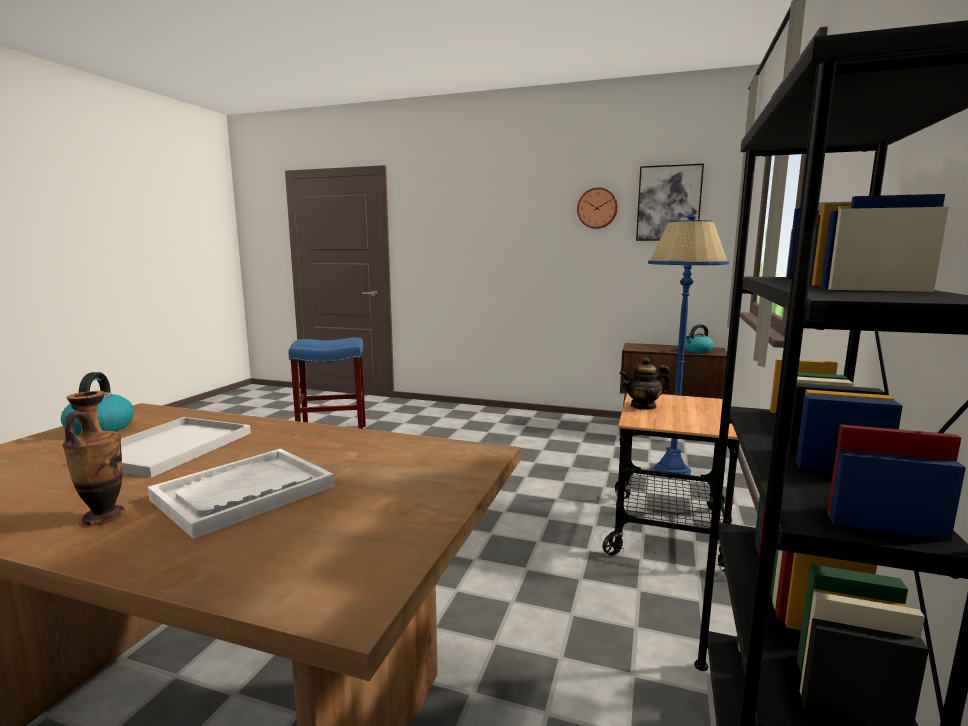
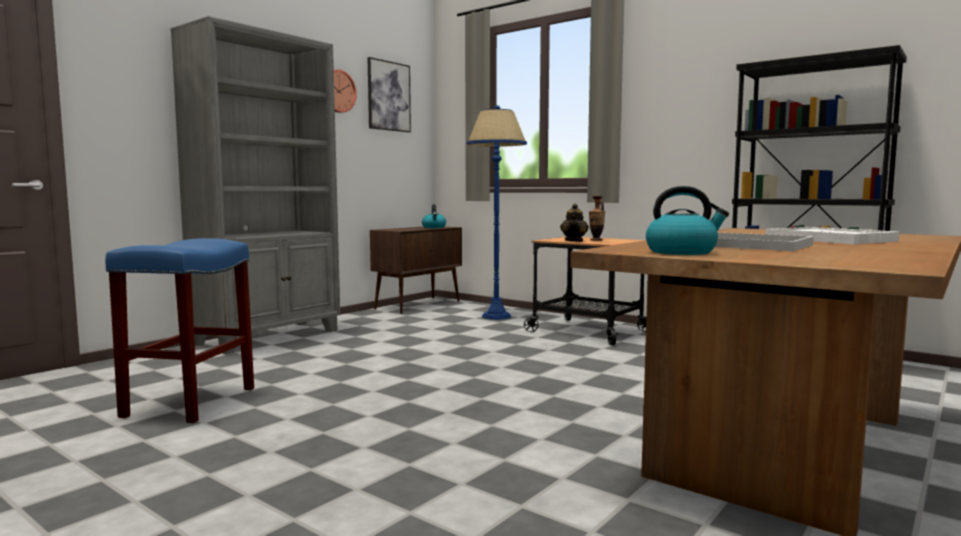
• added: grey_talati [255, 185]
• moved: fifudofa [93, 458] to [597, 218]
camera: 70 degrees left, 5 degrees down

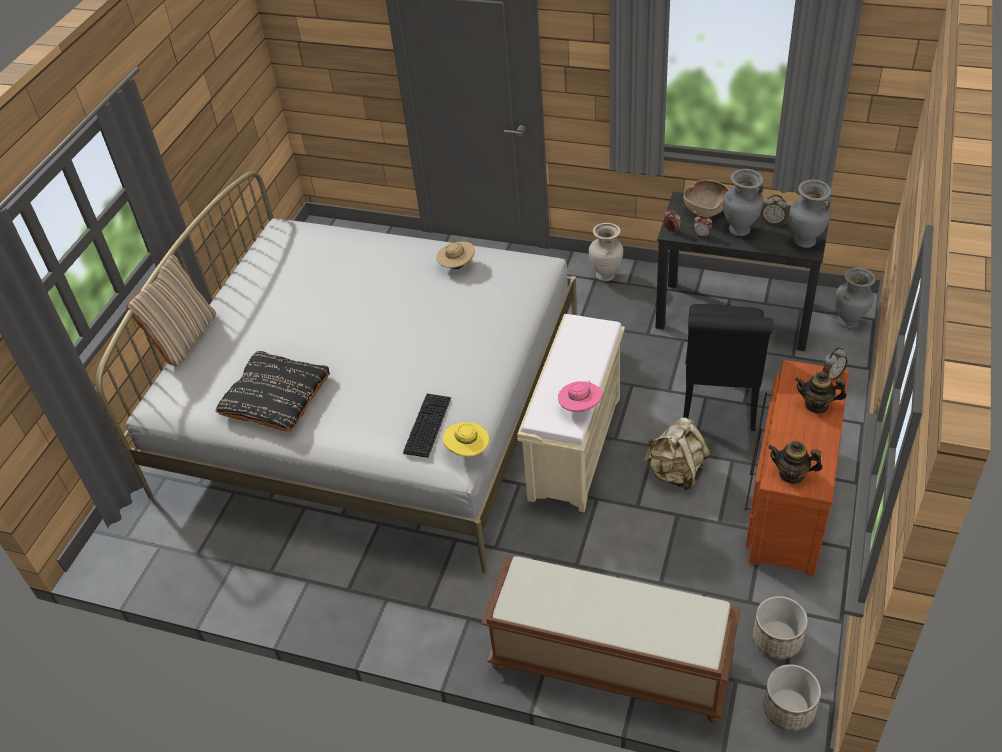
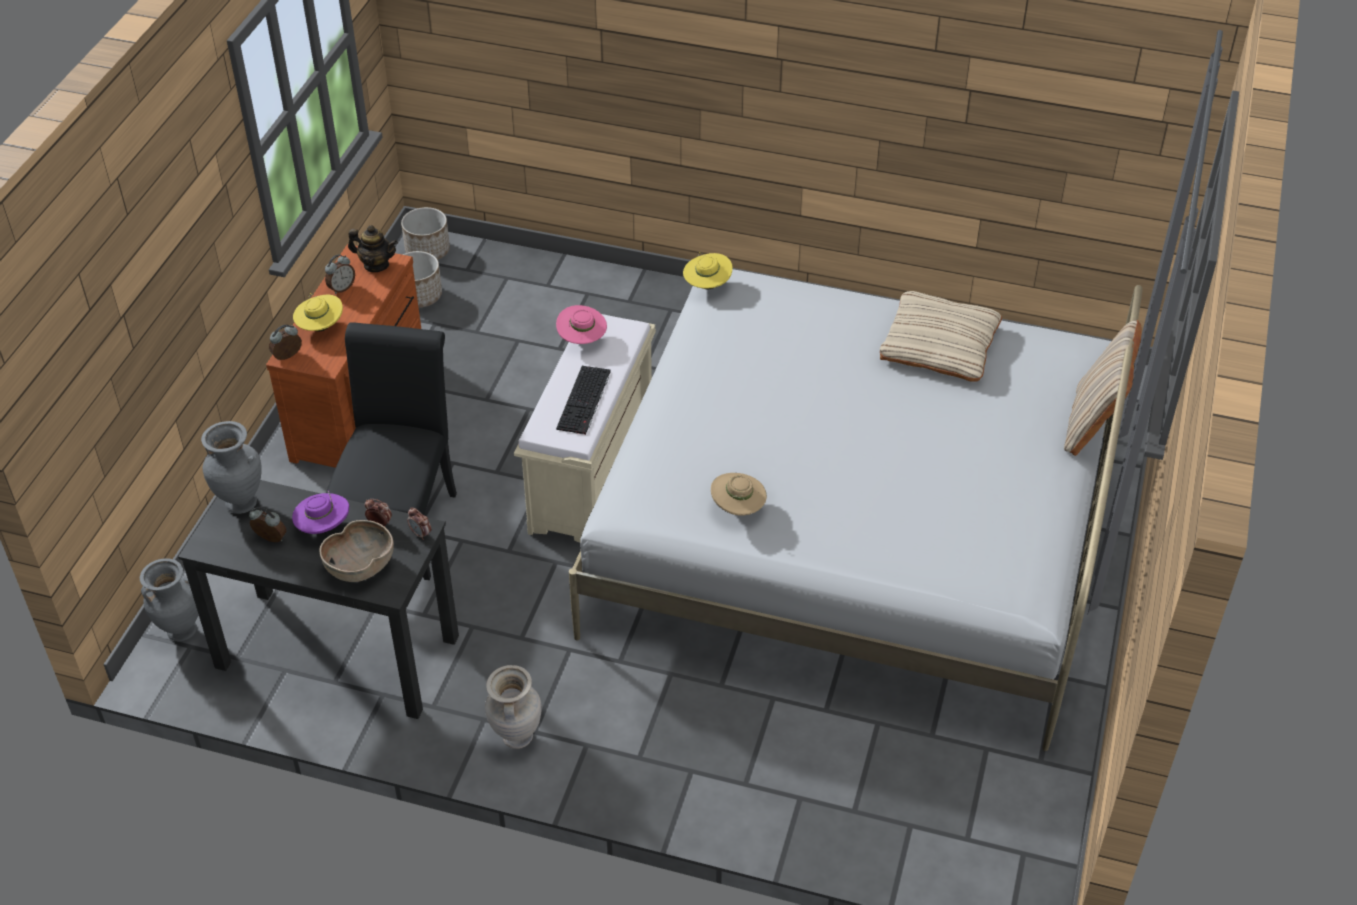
• removed: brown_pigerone [611, 639]
• removed: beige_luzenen [677, 454]
• added: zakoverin [340, 274]
• moved: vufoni [427, 426] to [583, 400]
• replaced: grey_fifudofa [743, 202] to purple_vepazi [320, 512]
• replaced: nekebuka [821, 392] to yellow_vepazi [318, 312]
• recoloured: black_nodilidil [273, 391] to beige_nodilidil [941, 336]
camera: 175 degrees right, 0 degrees up

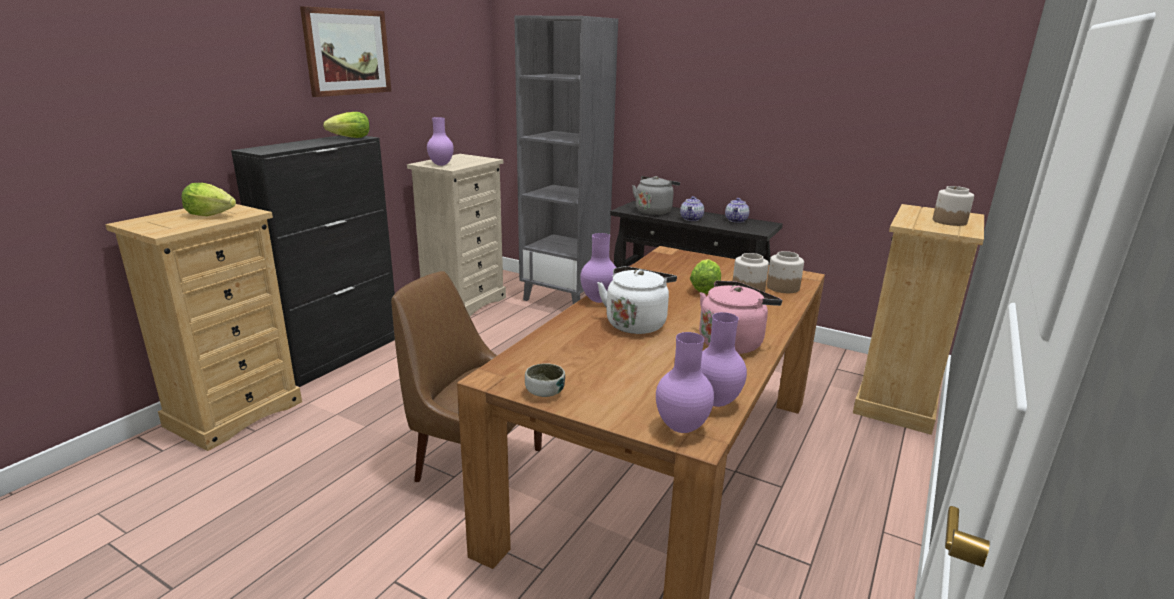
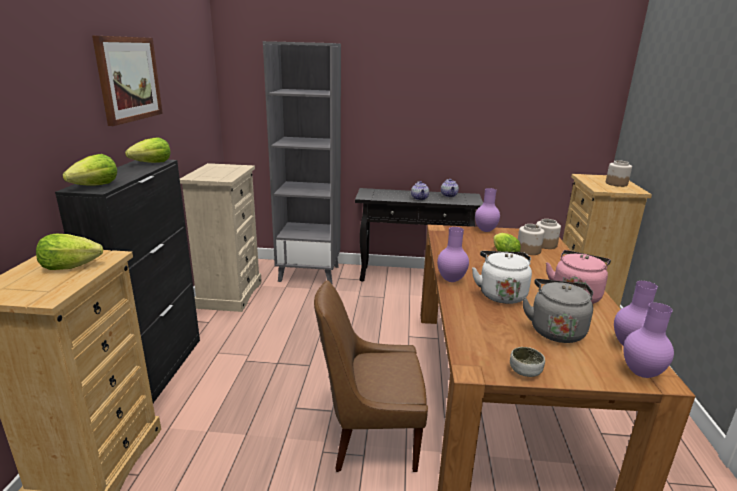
• added: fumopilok [90, 170]
• moved: purple_fifudofa [440, 141] to [487, 210]
• moved: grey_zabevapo [656, 195] to [557, 311]
camera: 25 degrees left, 0 degrees up

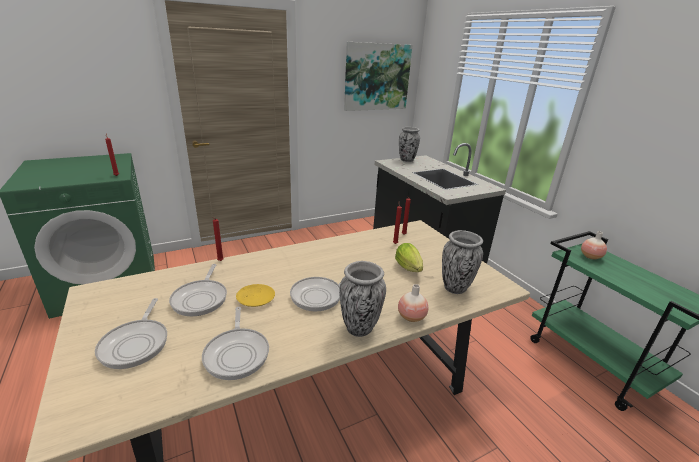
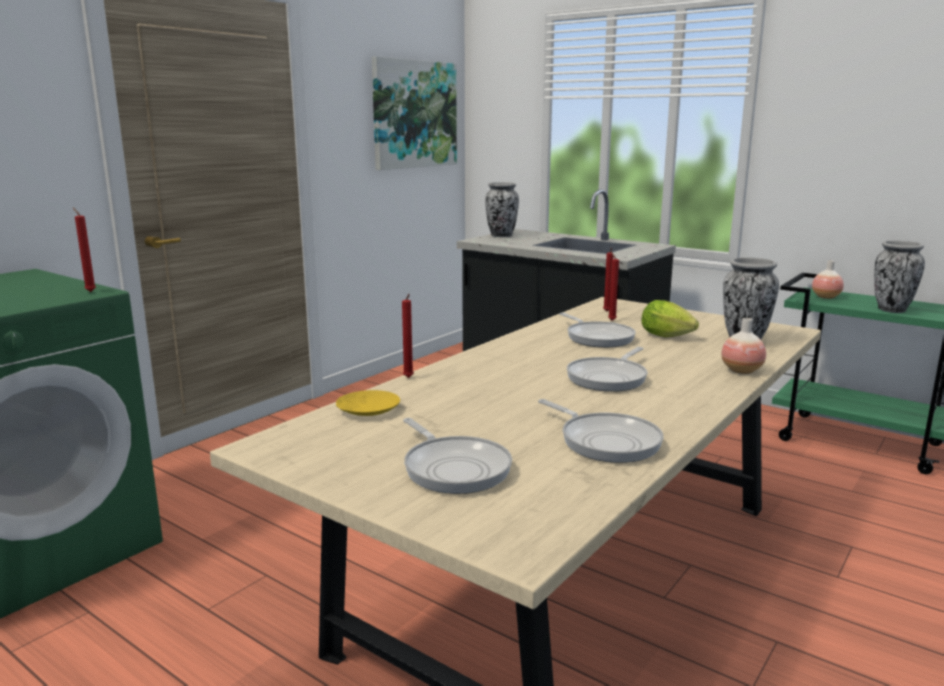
• moved: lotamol [198, 290] to [597, 330]
• moved: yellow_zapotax [255, 295] to [368, 403]
• moved: fifudofa [362, 299] to [899, 277]
camera: 25 degrees left, 10 degrees down

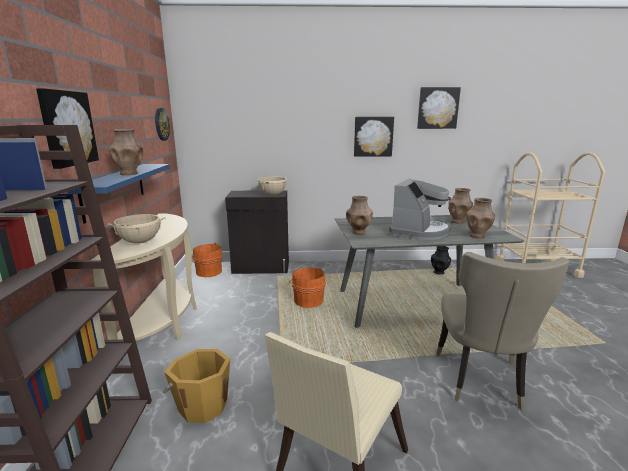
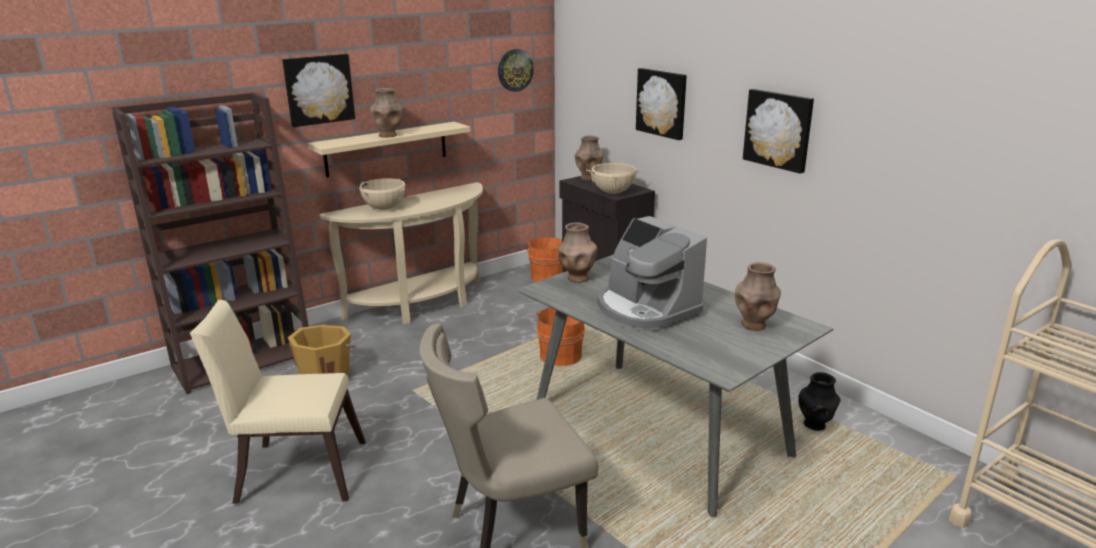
• moved: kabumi [439, 108] to [661, 104]
• moved: brown_fifudofa [480, 218] to [589, 158]
• recoloured: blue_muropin [119, 194] to beige_muropin [389, 149]
• turned: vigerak [420, 209] = [652, 274] 60 degrees clockwise
camera: 55 degrees right, 5 degrees up

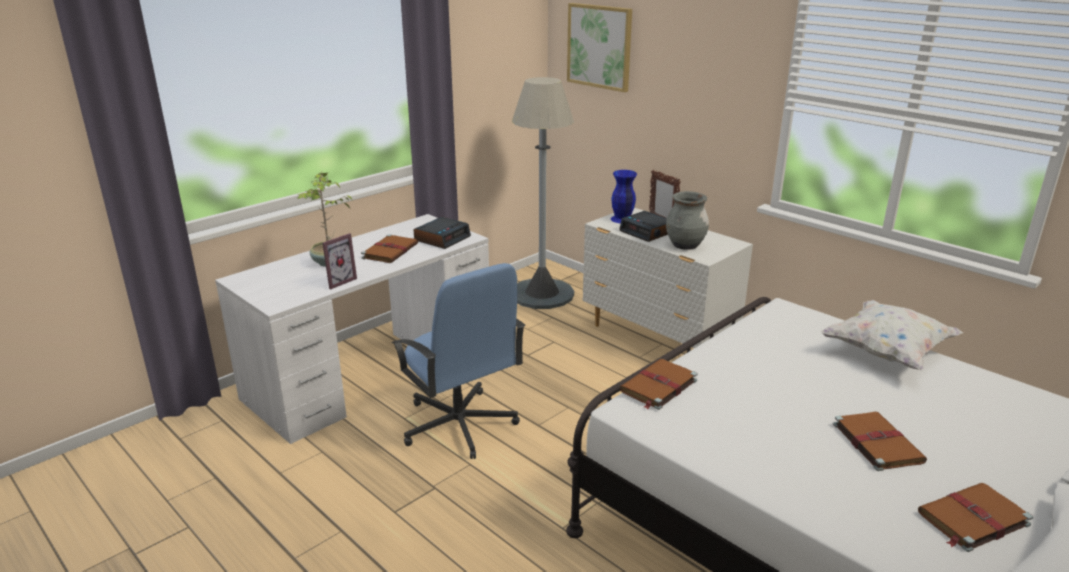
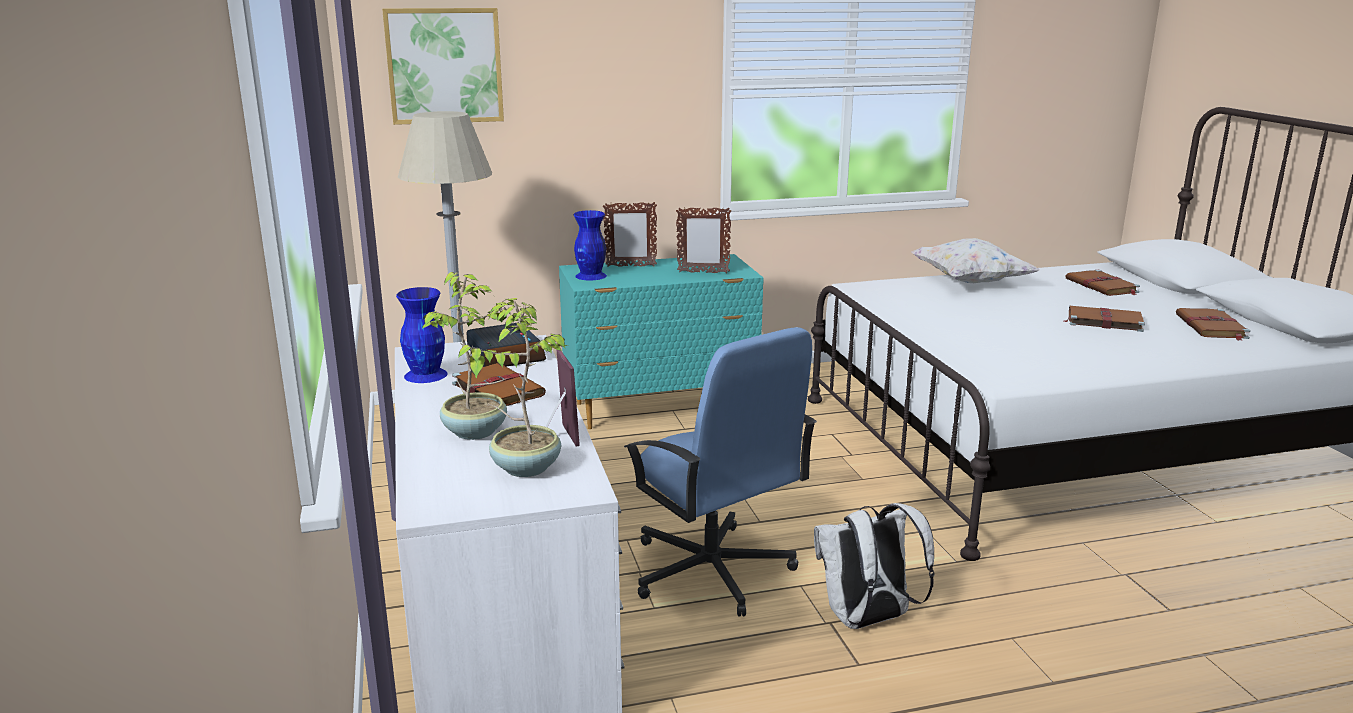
• removed: zakoverin [643, 226]
• added: blue_fifudofa [422, 335]
• added: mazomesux [513, 387]
• added: white_luzenen [874, 566]
• moved: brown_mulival [659, 384] to [1102, 283]
• replaced: grey_fifudofa [687, 220] to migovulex [703, 240]
• recoloured: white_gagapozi [668, 278] to turquoise_gagapozi [661, 341]
• turned: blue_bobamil [458, 361] = [720, 472] 60 degrees clockwise
camera: 60 degrees left, 5 degrees down

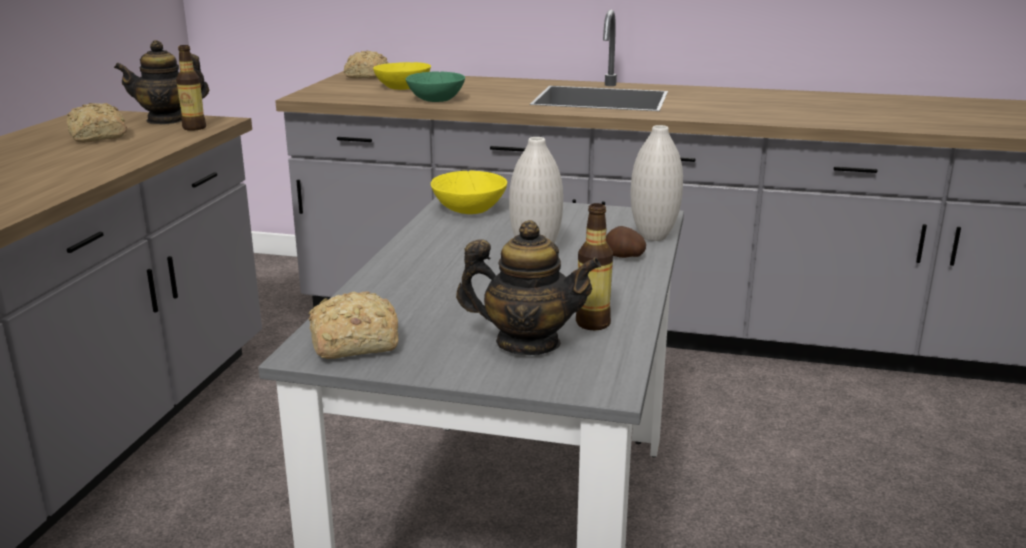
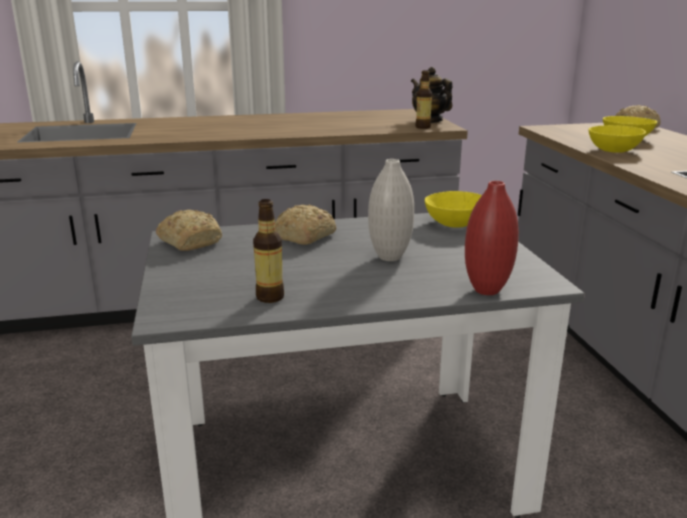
• removed: nekebuka [528, 287]
• removed: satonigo [626, 242]
• moved: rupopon [96, 123] to [305, 224]
• recoloured: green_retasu [435, 86] to yellow_retasu [617, 139]
• recoloured: white_fifudofa [657, 183] to red_fifudofa [492, 238]
camera: 65 degrees right, 0 degrees up

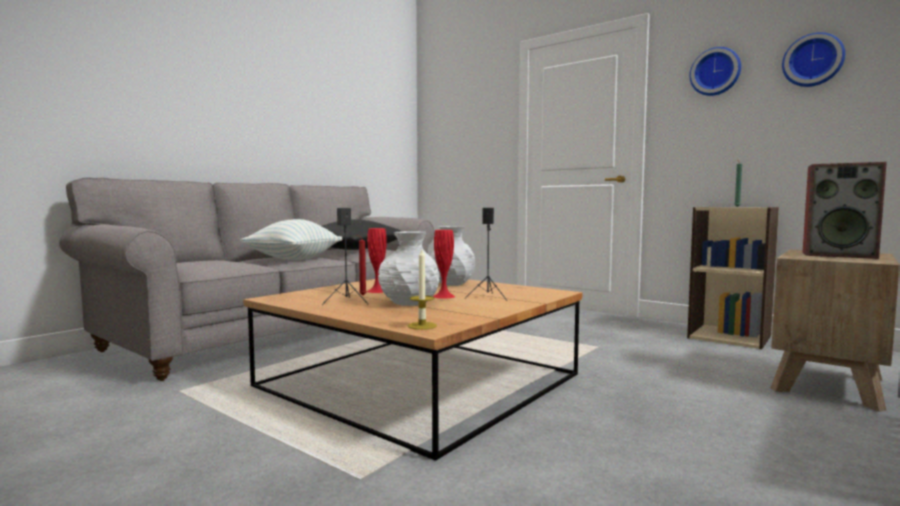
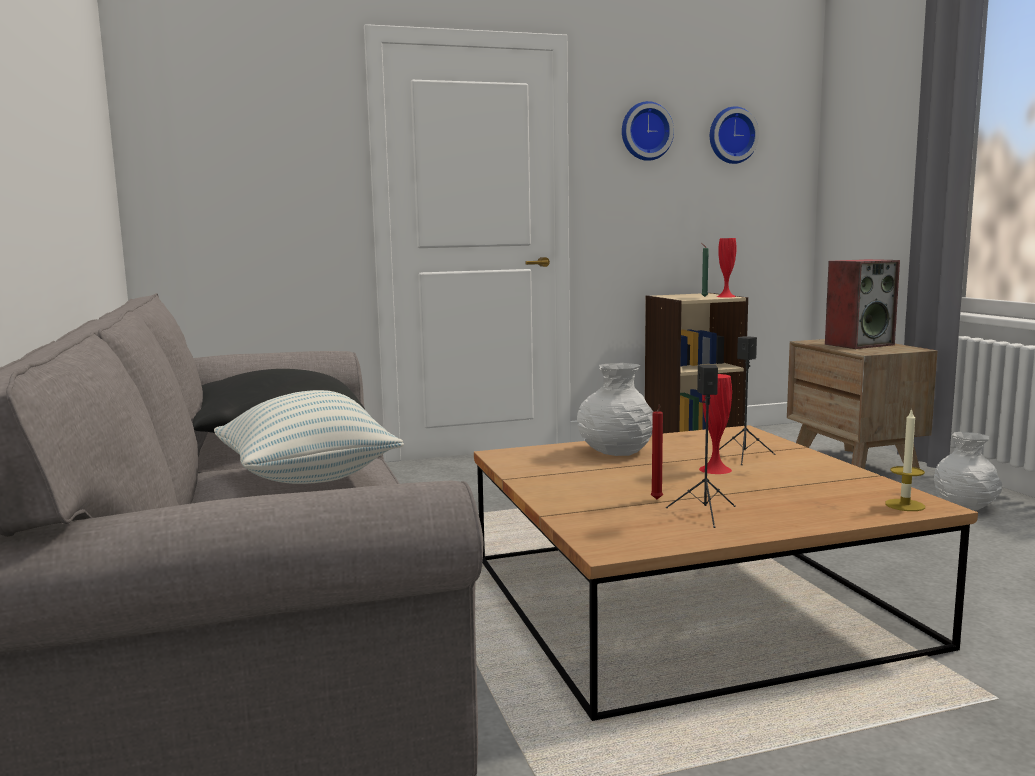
• moved: red_fifudofa [377, 260] to [726, 268]
• moved: white_fifudofa [409, 268] to [968, 471]
camera: 55 degrees left, 5 degrees up

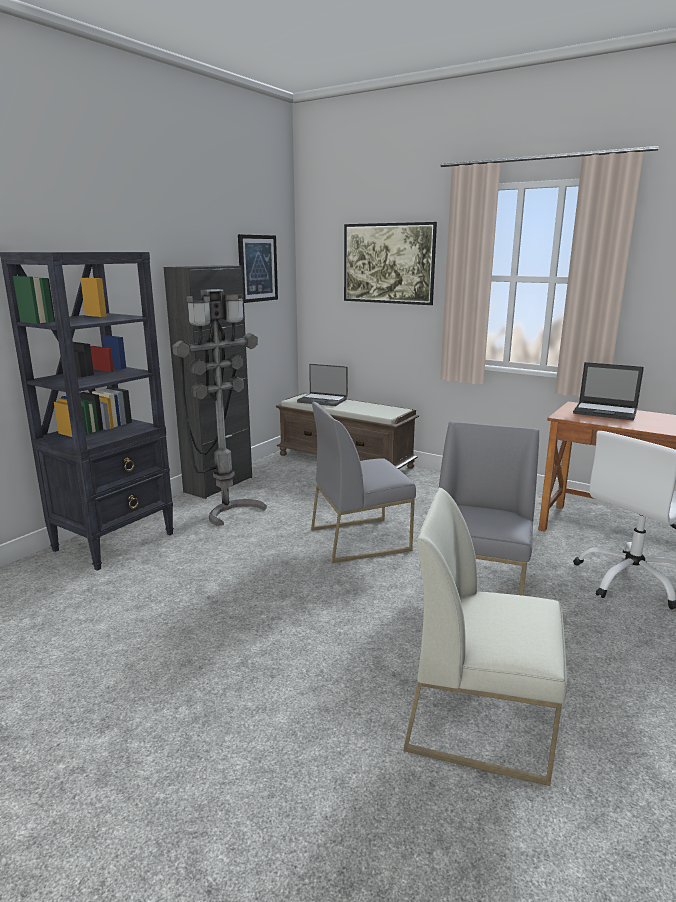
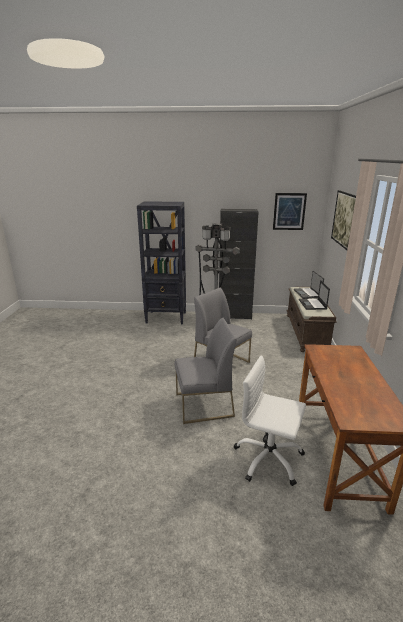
• removed: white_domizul [485, 637]
• moved: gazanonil [608, 391] to [314, 295]
camera: 60 degrees right, 5 degrees up

